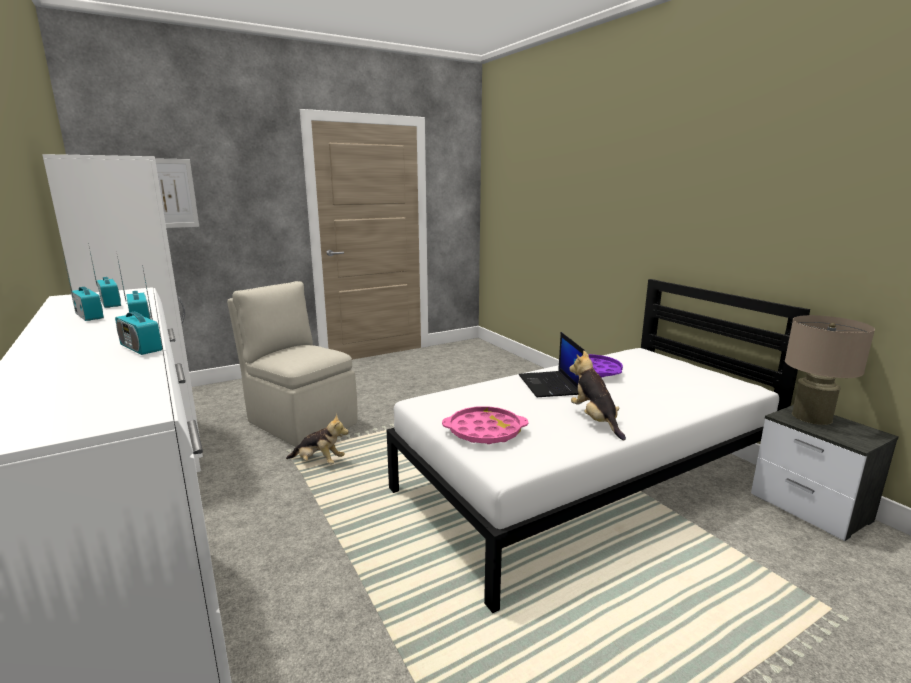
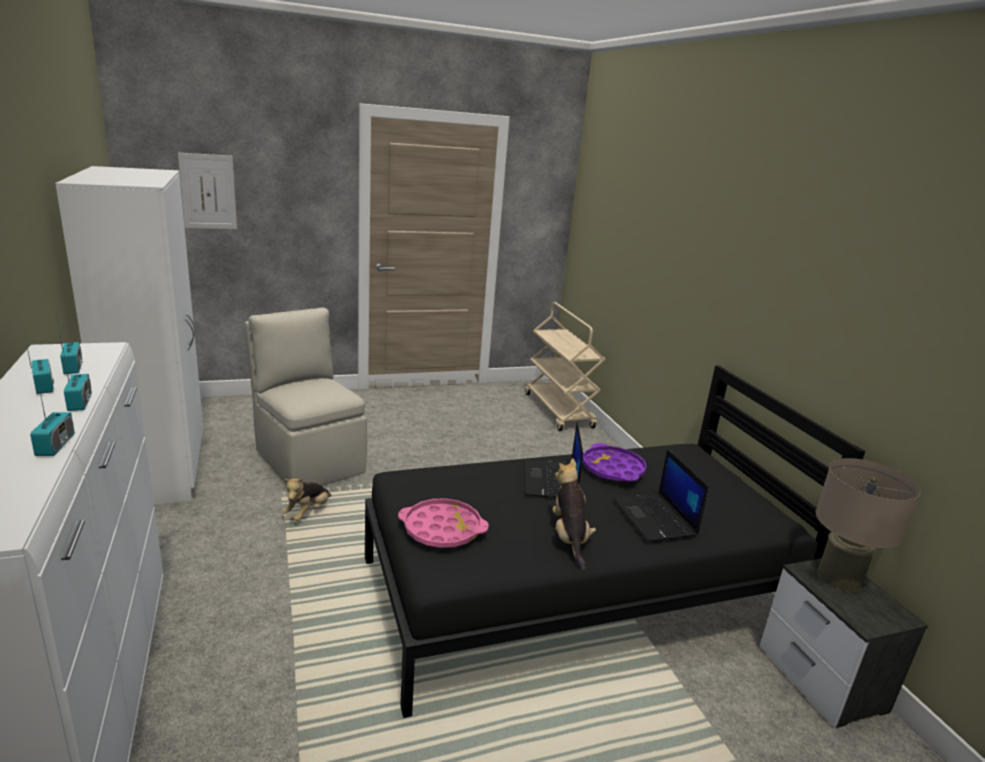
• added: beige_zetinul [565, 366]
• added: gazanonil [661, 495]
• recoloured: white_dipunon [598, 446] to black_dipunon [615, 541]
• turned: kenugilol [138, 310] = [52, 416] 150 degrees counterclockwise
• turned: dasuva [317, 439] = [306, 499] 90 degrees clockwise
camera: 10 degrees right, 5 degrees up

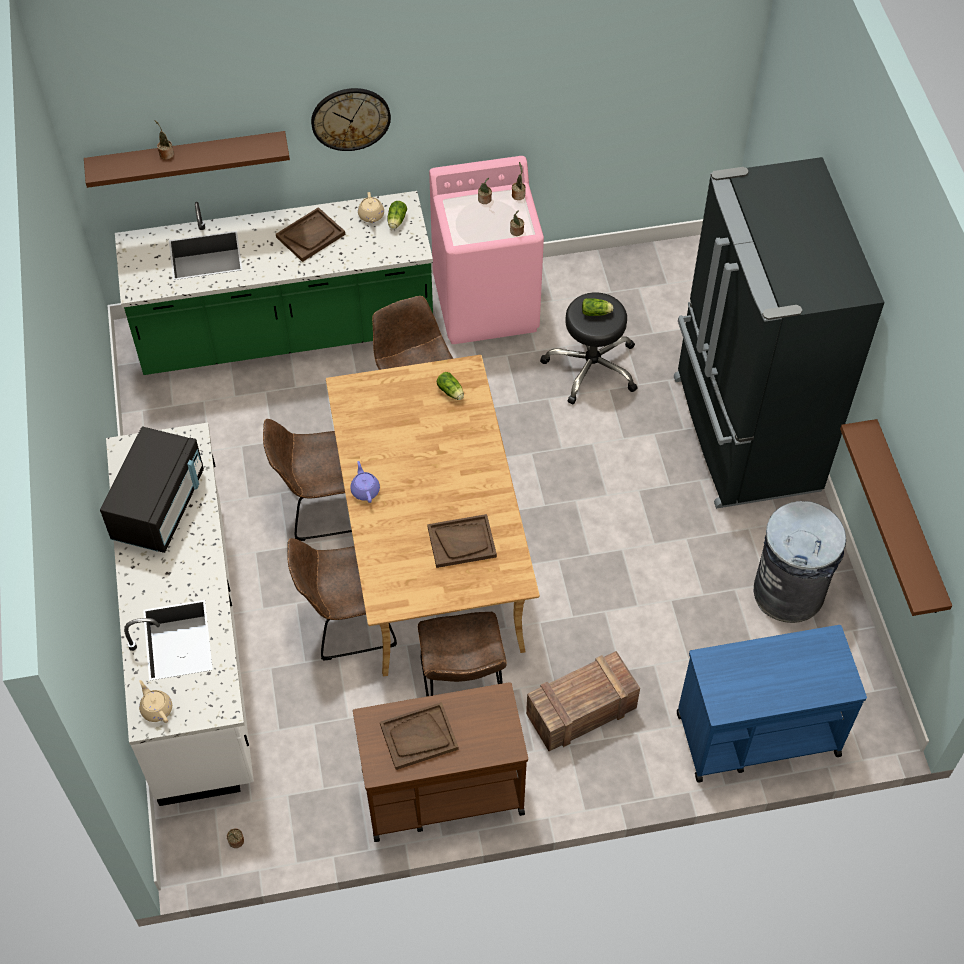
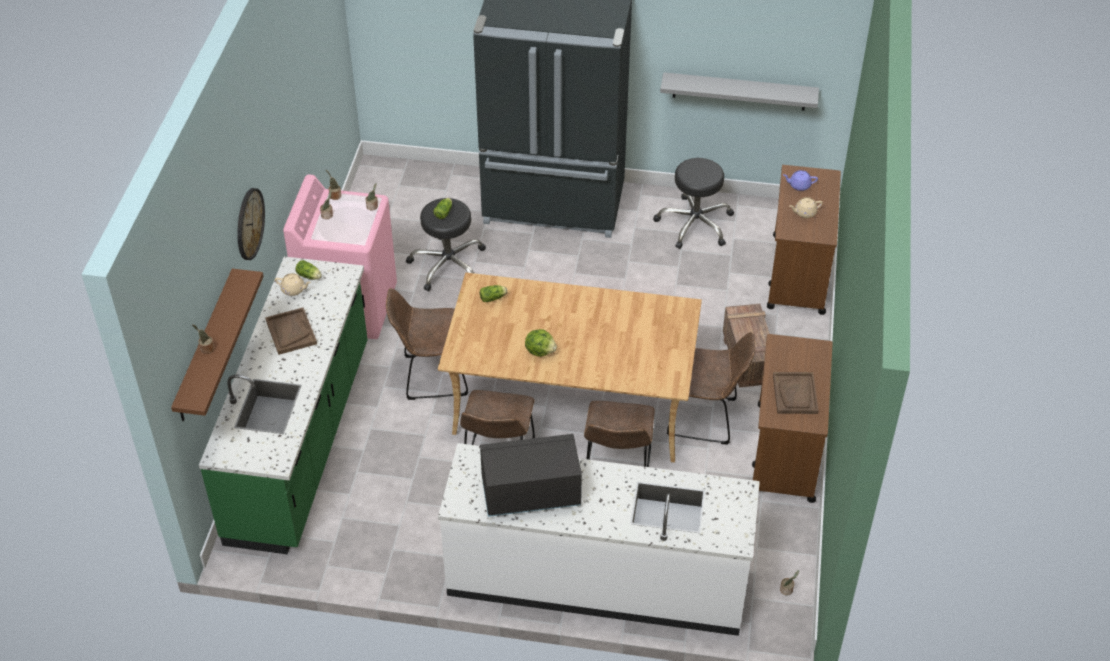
• removed: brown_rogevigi [462, 541]
• added: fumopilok [541, 343]
• moved: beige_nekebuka [155, 701] to [806, 207]
• moved: purple_nekebuka [365, 482] to [800, 180]
• replaced: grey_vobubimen [800, 562] to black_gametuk [693, 203]
• recoloured: blue_zetinul [772, 704] to brown_zetinul [804, 240]
• recoloured: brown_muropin [896, 517] to grey_muropin [739, 91]
• turned: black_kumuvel [152, 490] = [531, 475] 45 degrees counterclockwise
camera: 70 degrees left, 10 degrees down

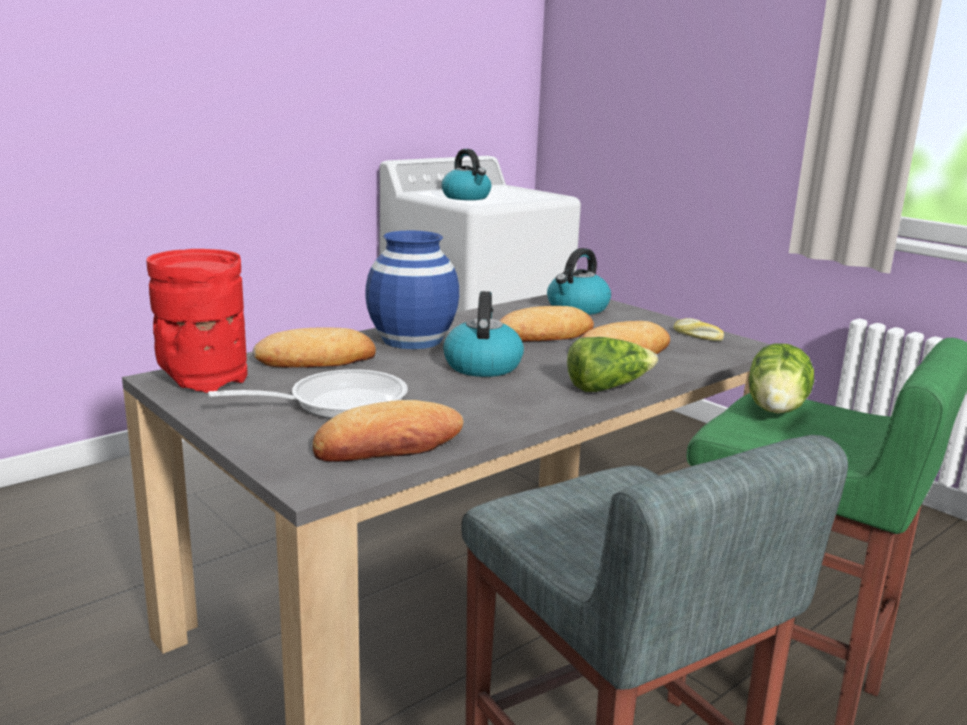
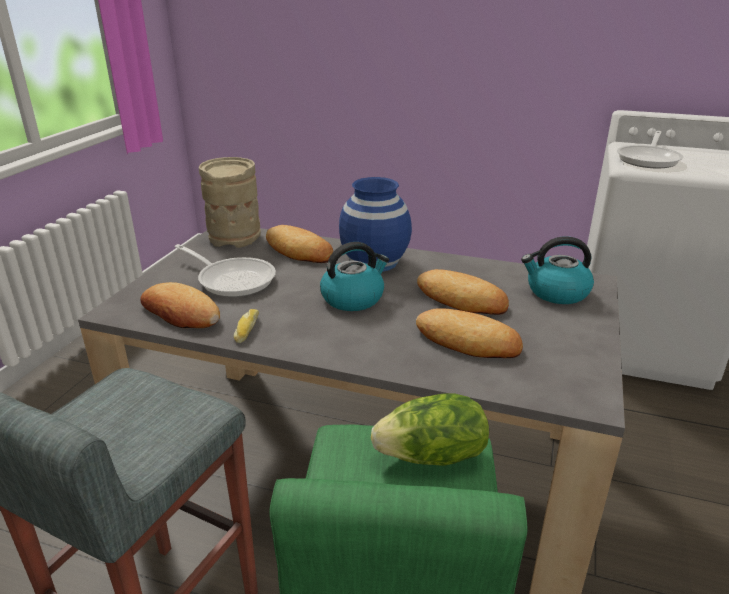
• removed: fumopilok [612, 364]
• moved: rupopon [698, 329] to [246, 326]
• replaced: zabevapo [466, 174] to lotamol [650, 149]
• recoloured: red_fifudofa [197, 321] to beige_fifudofa [230, 202]
camera: 60 degrees right, 10 degrees up

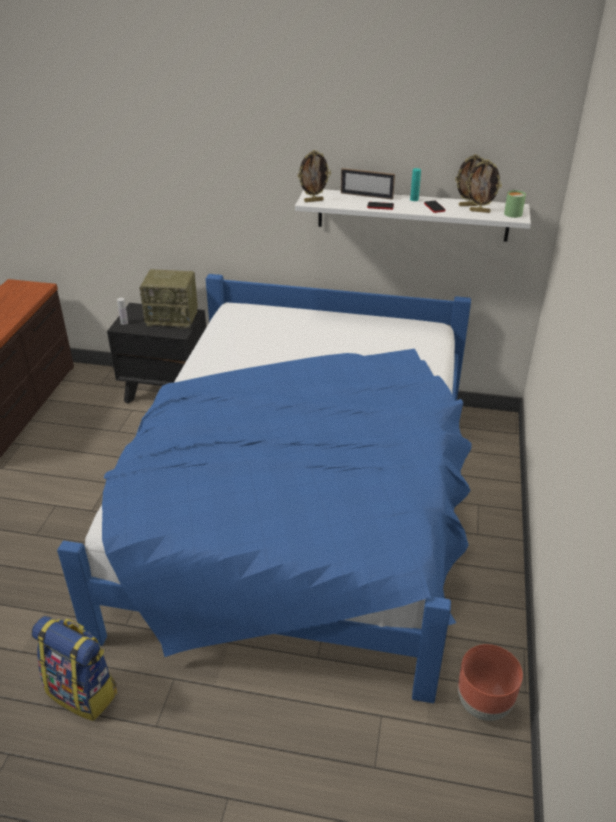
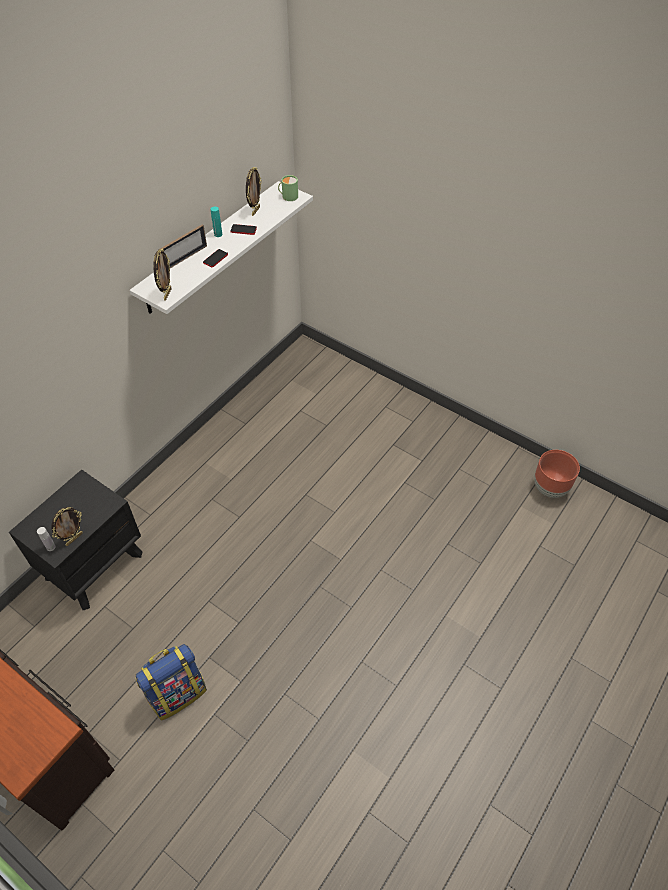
• removed: blue_dipunon [264, 488]
• removed: kenugilol [168, 299]
• moved: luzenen [74, 668] to [171, 682]
• moved: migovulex [484, 186] to [67, 526]
camera: 65 degrees left, 15 degrees up

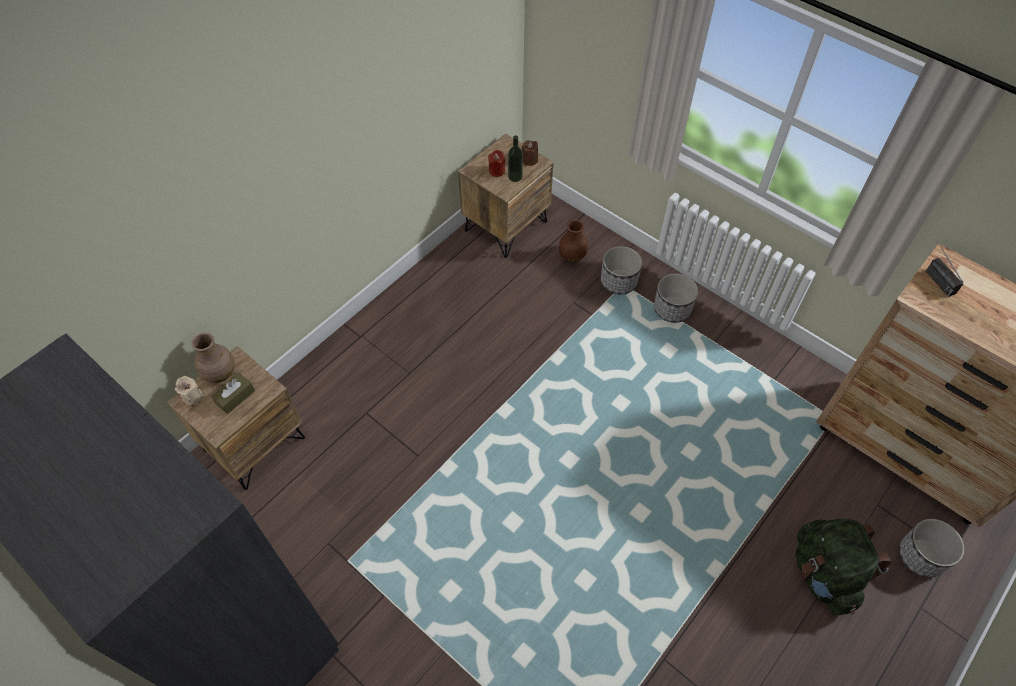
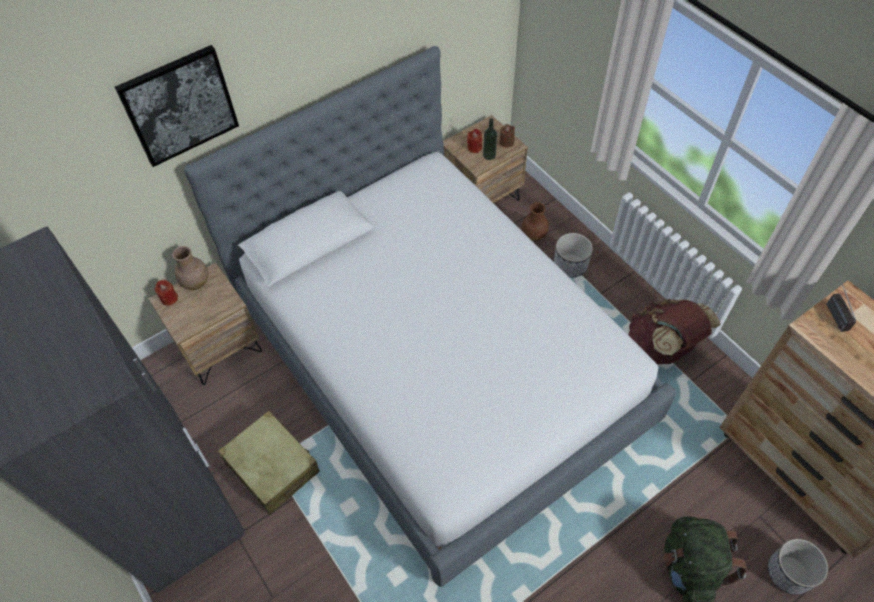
• removed: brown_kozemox [233, 393]
• removed: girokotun [676, 298]
• added: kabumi [177, 106]
• added: dipunon [430, 316]
• added: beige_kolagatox [269, 463]
• added: brown_luzenen [674, 331]
• recoloured: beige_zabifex [189, 391] to red_zabifex [166, 292]
camera: 15 degrees right, 0 degrees up

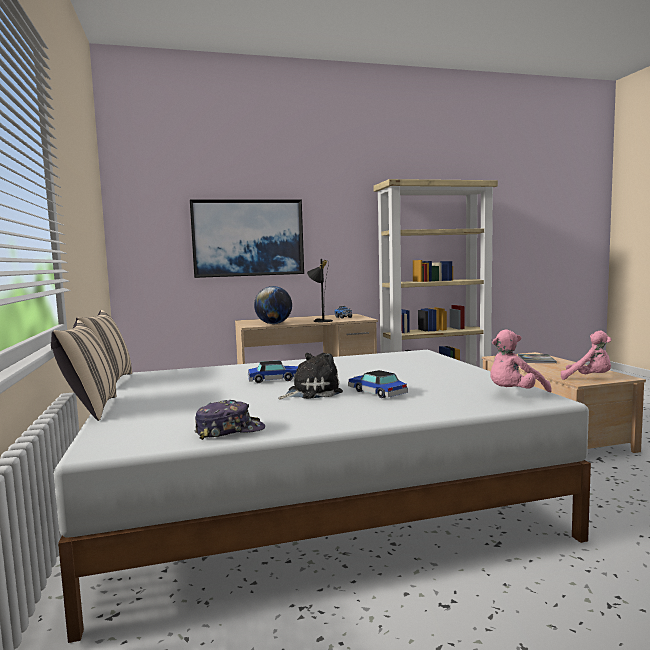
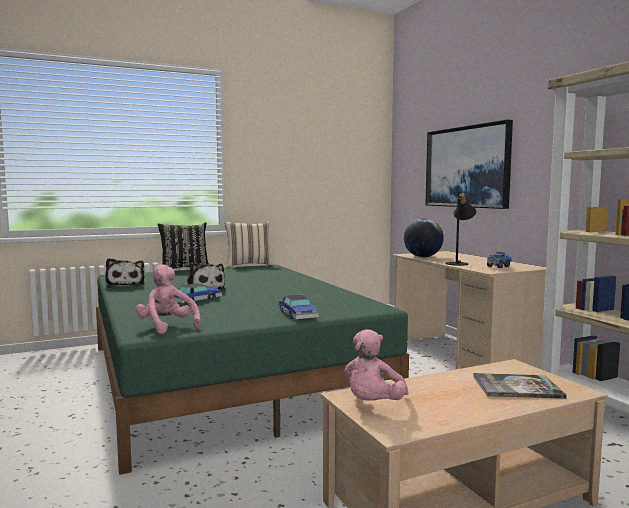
• moved: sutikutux [273, 371] to [299, 306]
• replaced: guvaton [230, 420] to dasuva [125, 273]
• recoloured: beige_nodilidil [83, 370] to black_nodilidil [183, 245]
• recoloured: white_dipunon [322, 496] to green_dipunon [252, 369]
camera: 80 degrees right, 0 degrees up

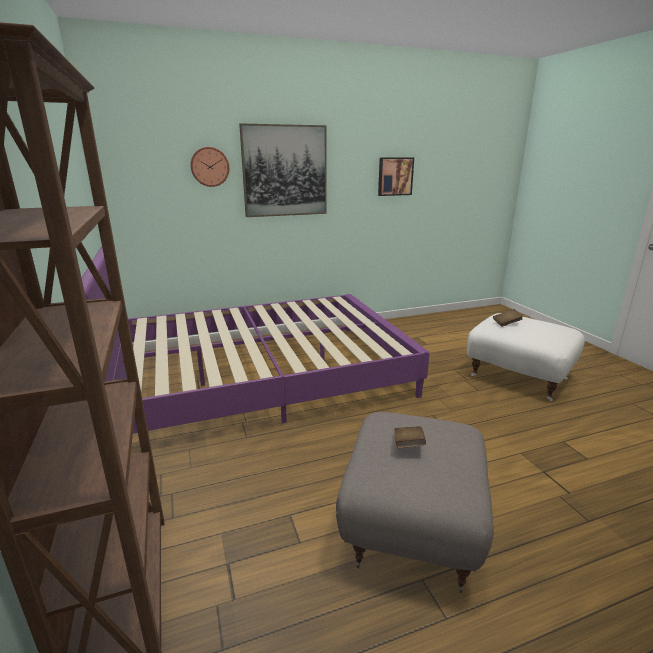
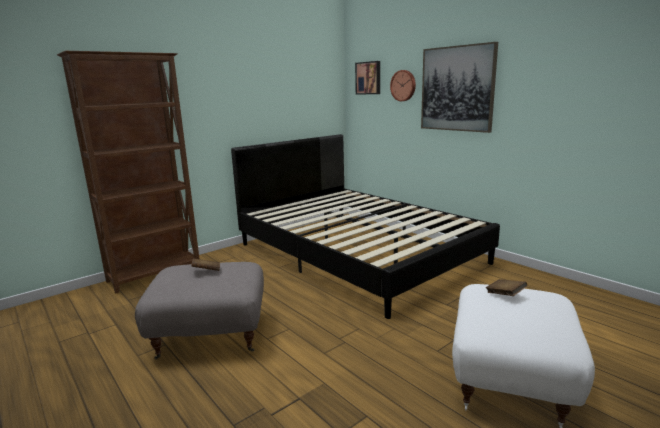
• moved: kabumi [396, 176] to [367, 77]
• recoloured: purple_dipunon [255, 340] to black_dipunon [365, 226]
camera: 70 degrees right, 5 degrees down

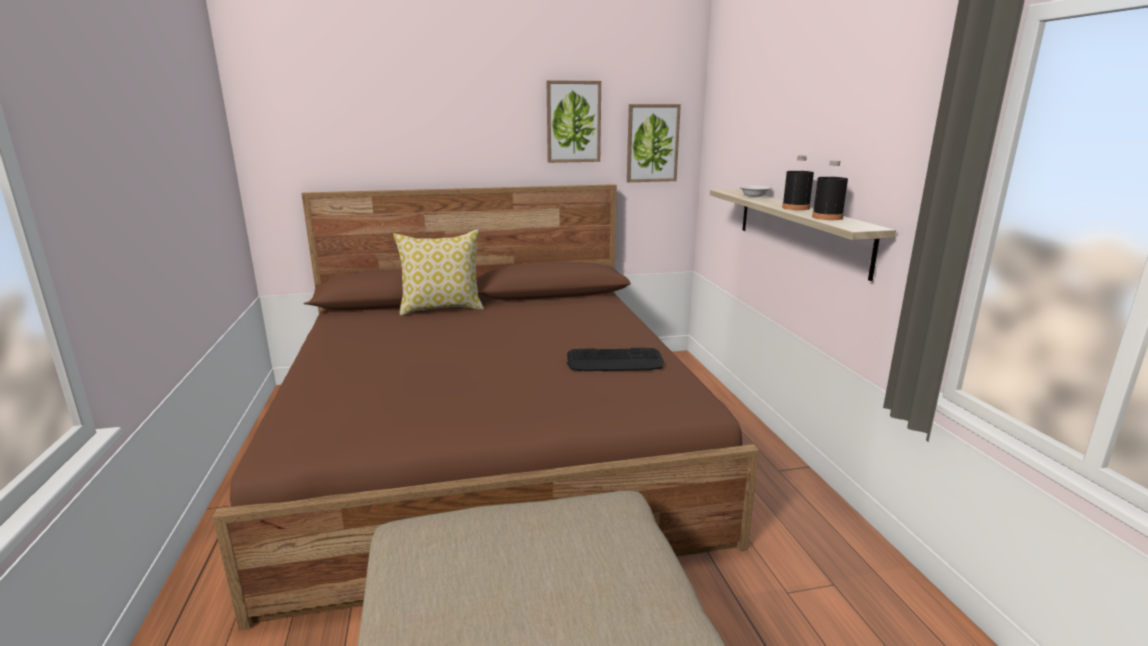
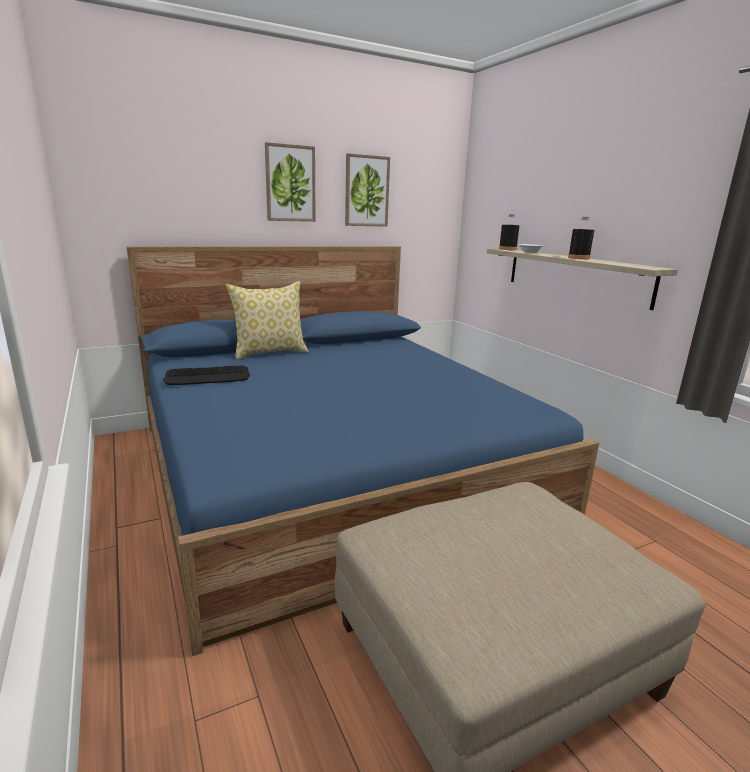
• moved: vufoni [615, 359] to [206, 375]
• moved: kabumi [654, 143] to [290, 182]
• moved: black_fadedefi [830, 190] to [509, 232]
• recoloured: brown_dipunon [486, 407] to blue_dipunon [363, 451]
camera: 15 degrees left, 0 degrees up

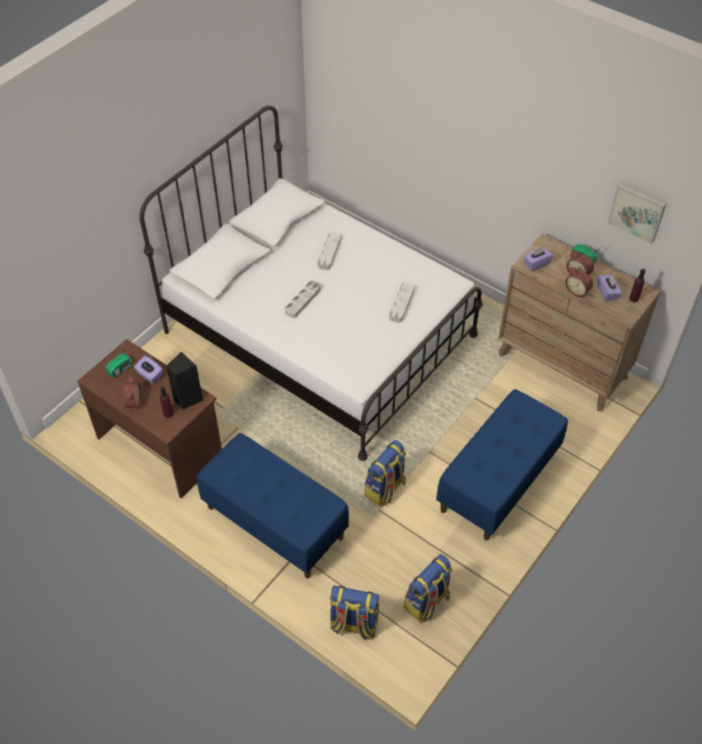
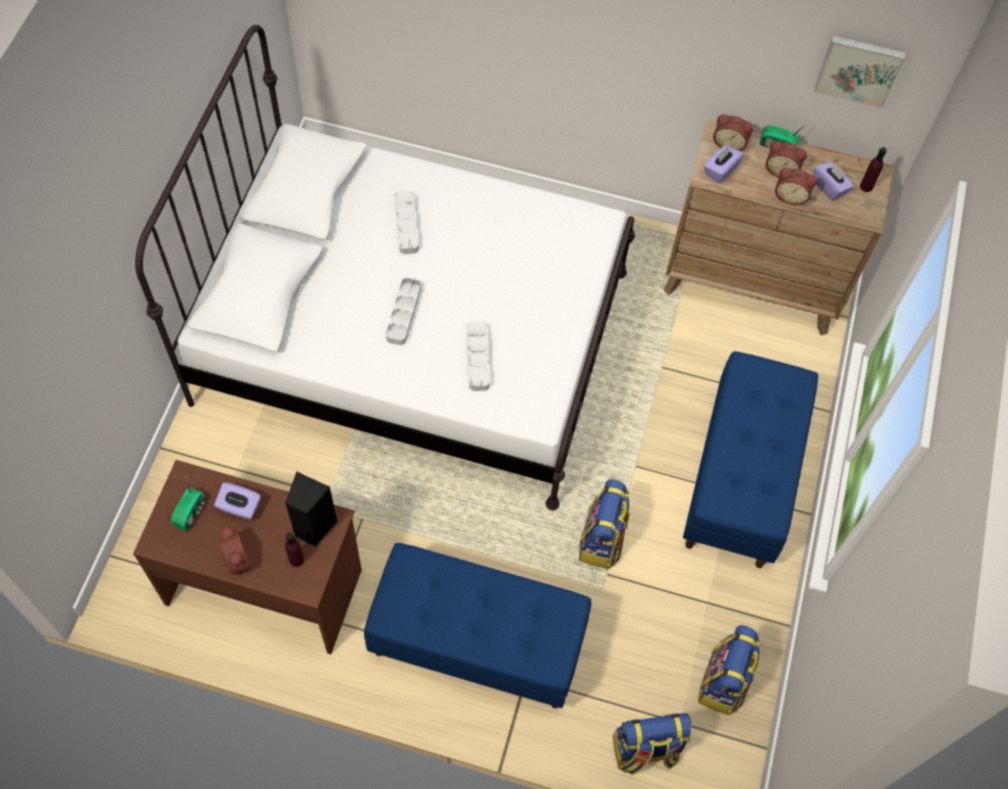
• added: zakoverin [733, 132]
• moved: grey_rogevigi [401, 303] to [478, 356]
camera: 25 degrees left, 10 degrees up

